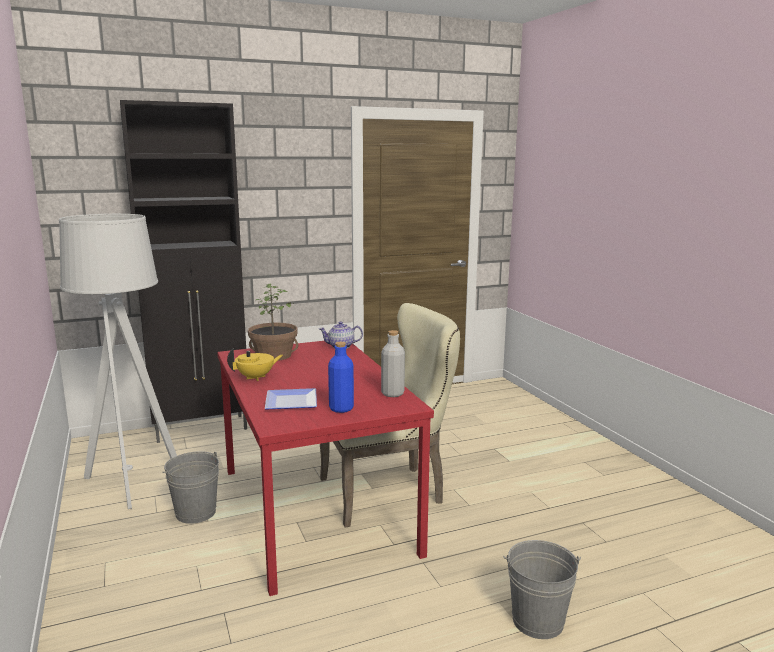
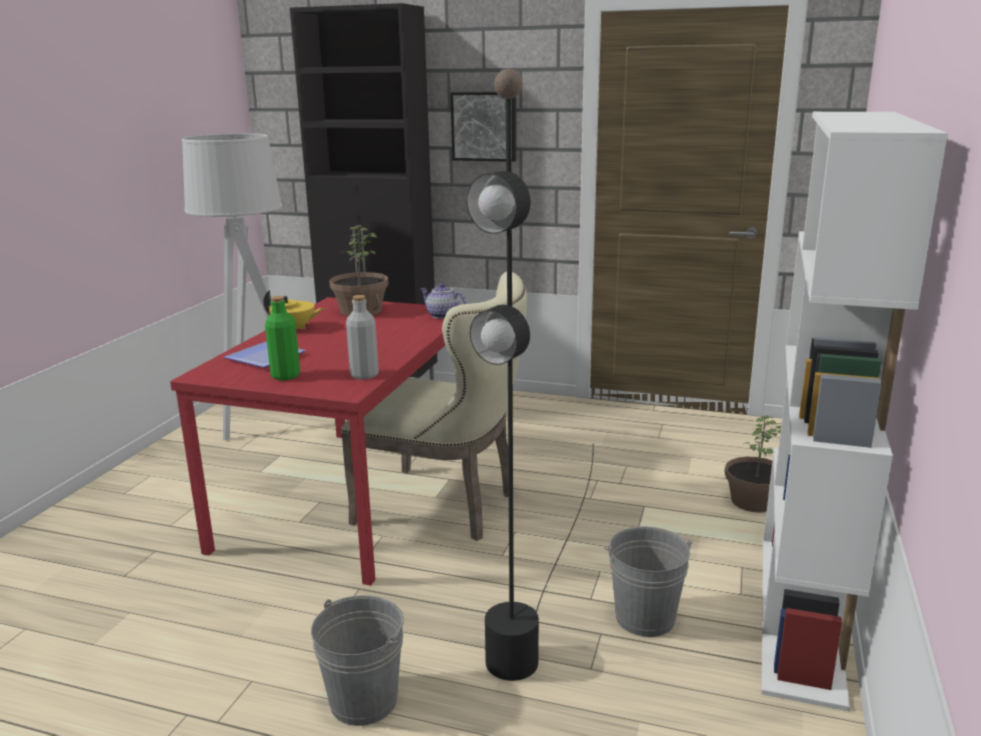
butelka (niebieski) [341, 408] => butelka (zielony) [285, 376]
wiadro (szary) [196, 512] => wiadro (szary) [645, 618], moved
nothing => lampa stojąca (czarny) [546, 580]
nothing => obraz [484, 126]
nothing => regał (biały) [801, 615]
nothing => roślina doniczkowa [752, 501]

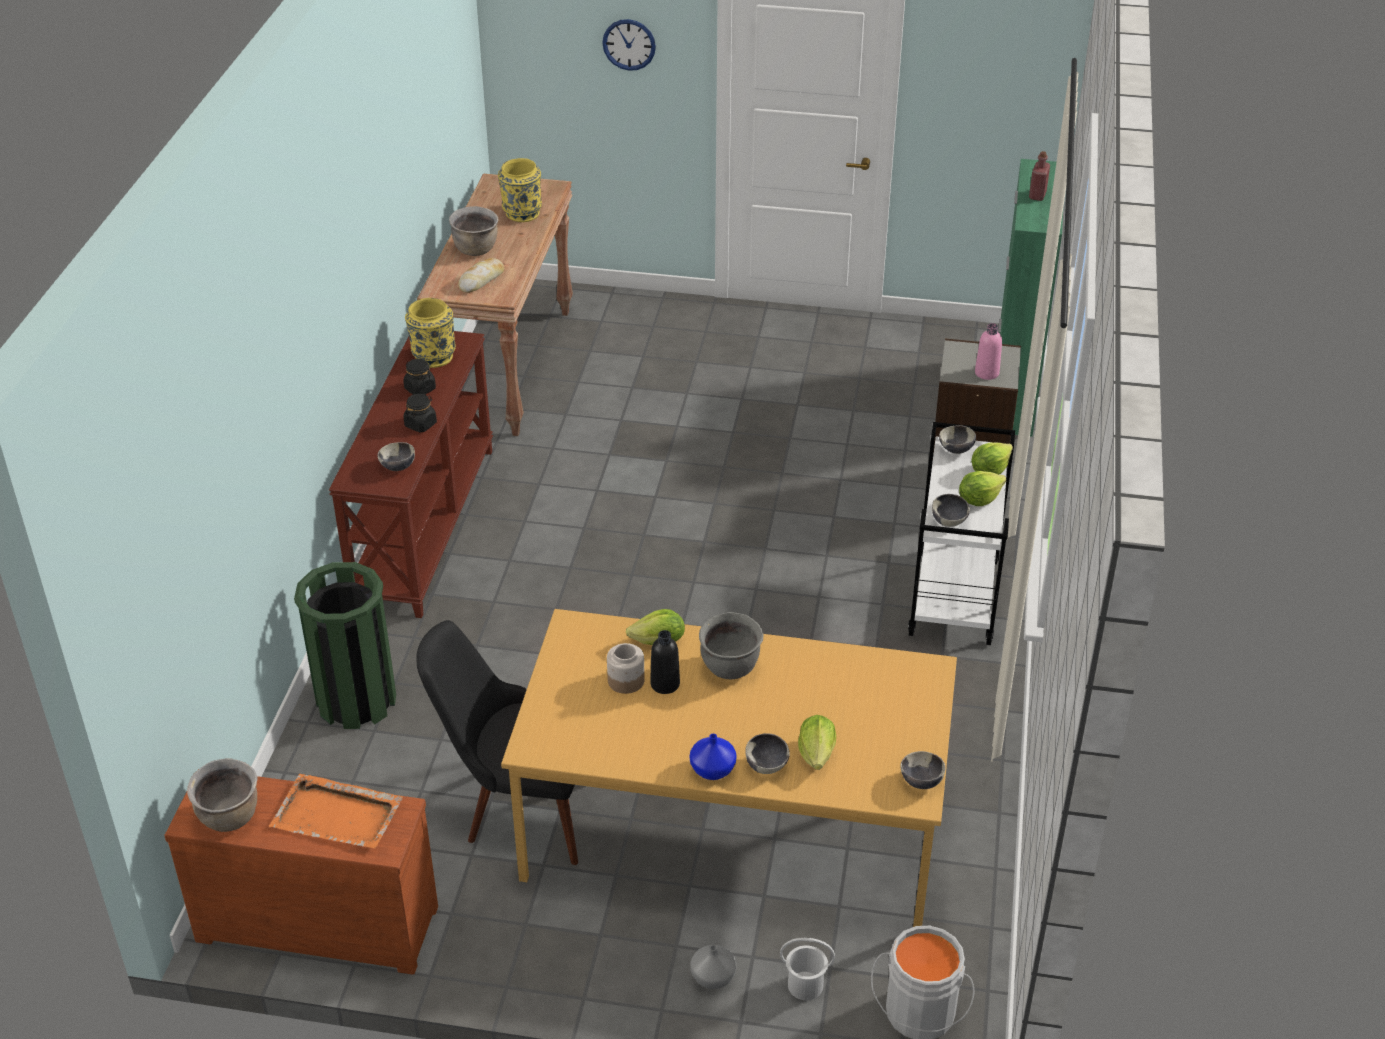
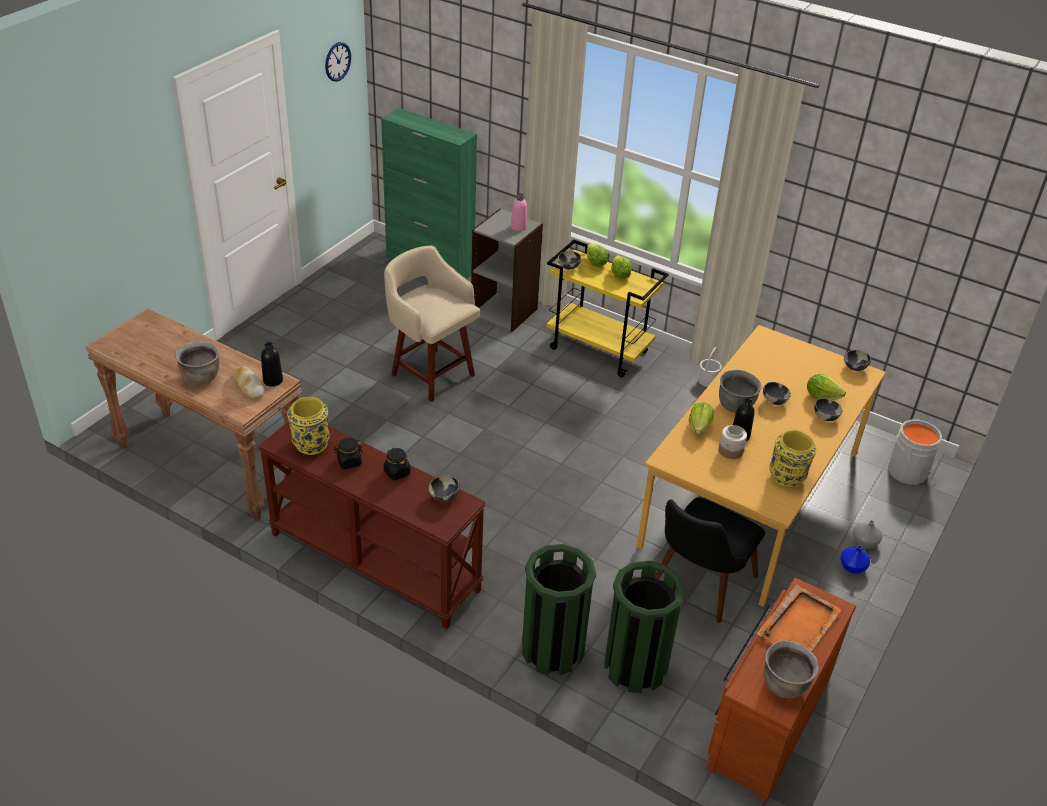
zegar ścienny [629, 44] => zegar ścienny [337, 61], moved
butelka (czerwony) [1037, 195] => nothing
wazon (żółty) [522, 214] => wazon (żółty) [787, 477], moved
wózek (biały) [955, 599] => wózek (żółty) [599, 350]
miska [949, 521] => miska [774, 401], moved
wazon (niebieski) [712, 770] => wazon (niebieski) [853, 567], moved
wiadro (biały) [805, 986] => wiadro (biały) [708, 381], moved
nothing => stołek (beżowy) [430, 373]
nothing => butelka (czarny) [273, 380]
nothing => kosz na śmieci (zielony) [635, 666]

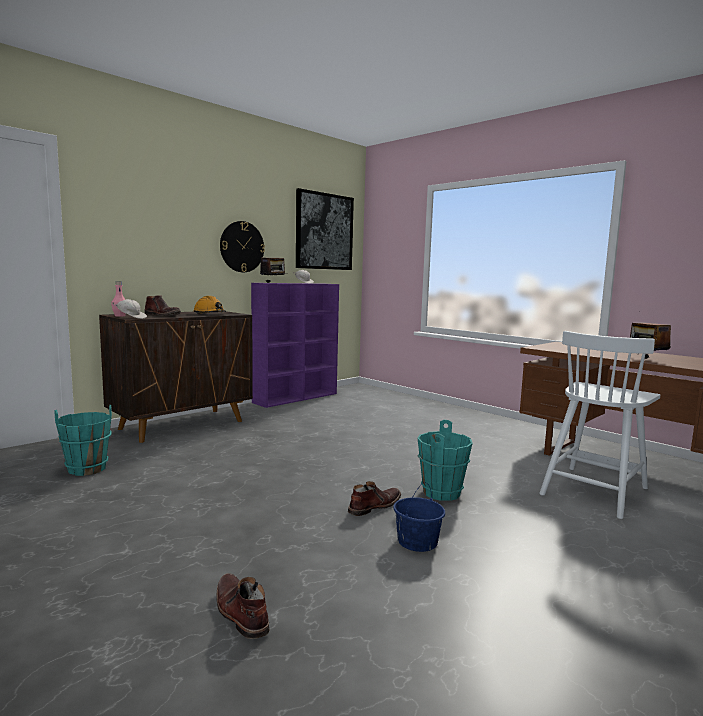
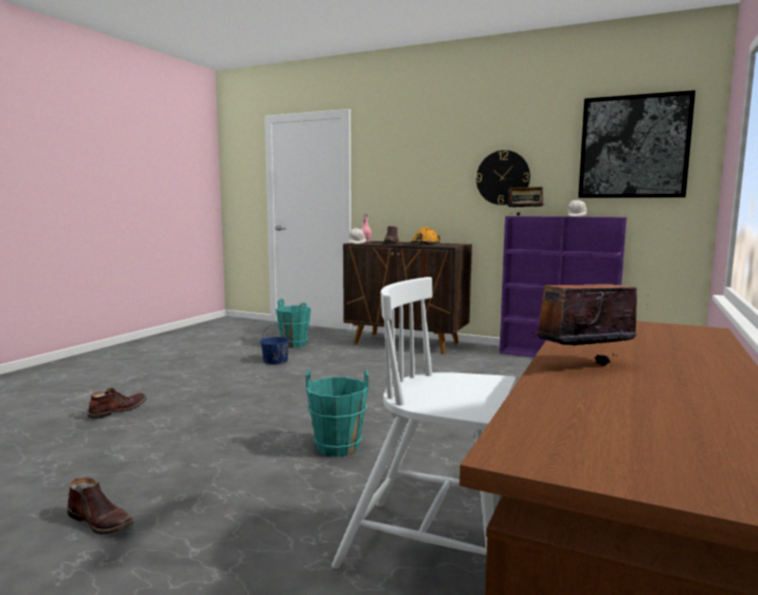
but z cholewką (brązowy) [374, 506] => but z cholewką (brązowy) [101, 521], moved
wiadro (niebieski) [417, 541] => wiadro (niebieski) [275, 361], moved

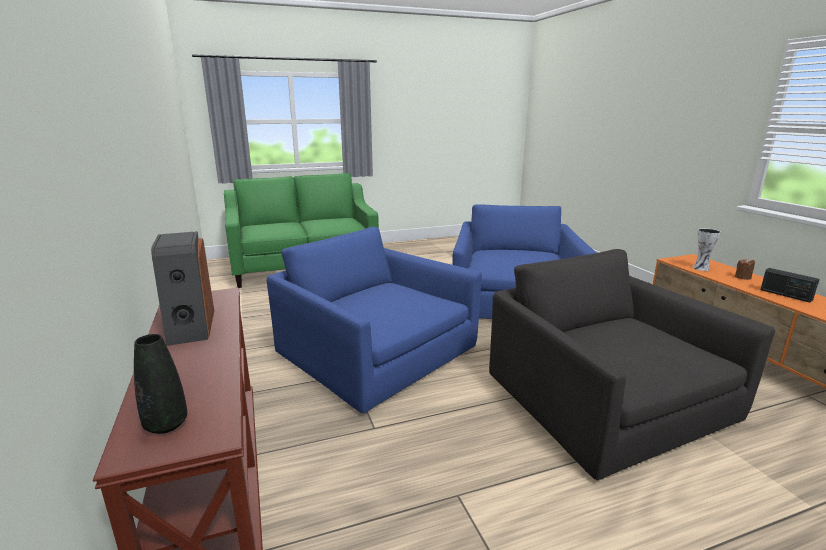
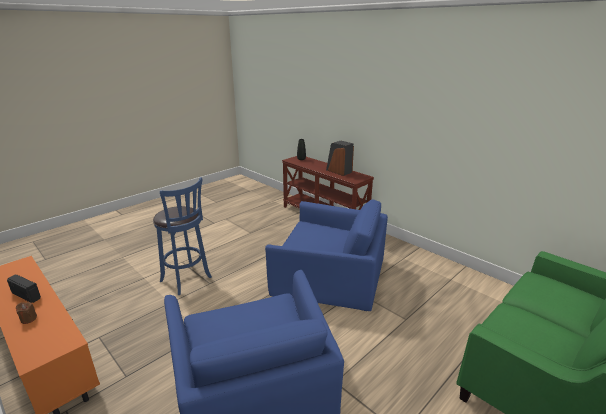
wazon [702, 268] => nothing
fotel (czarny) [604, 400] => stołek (niebieski) [187, 280]

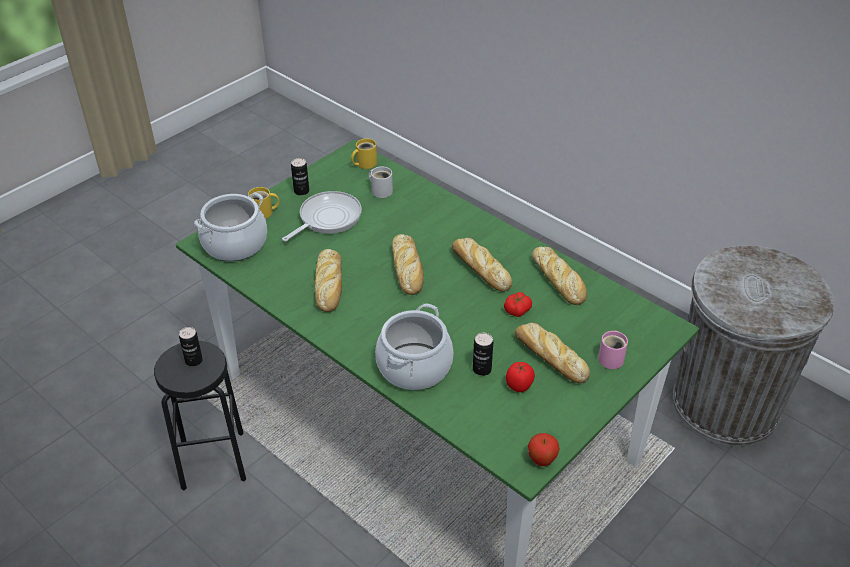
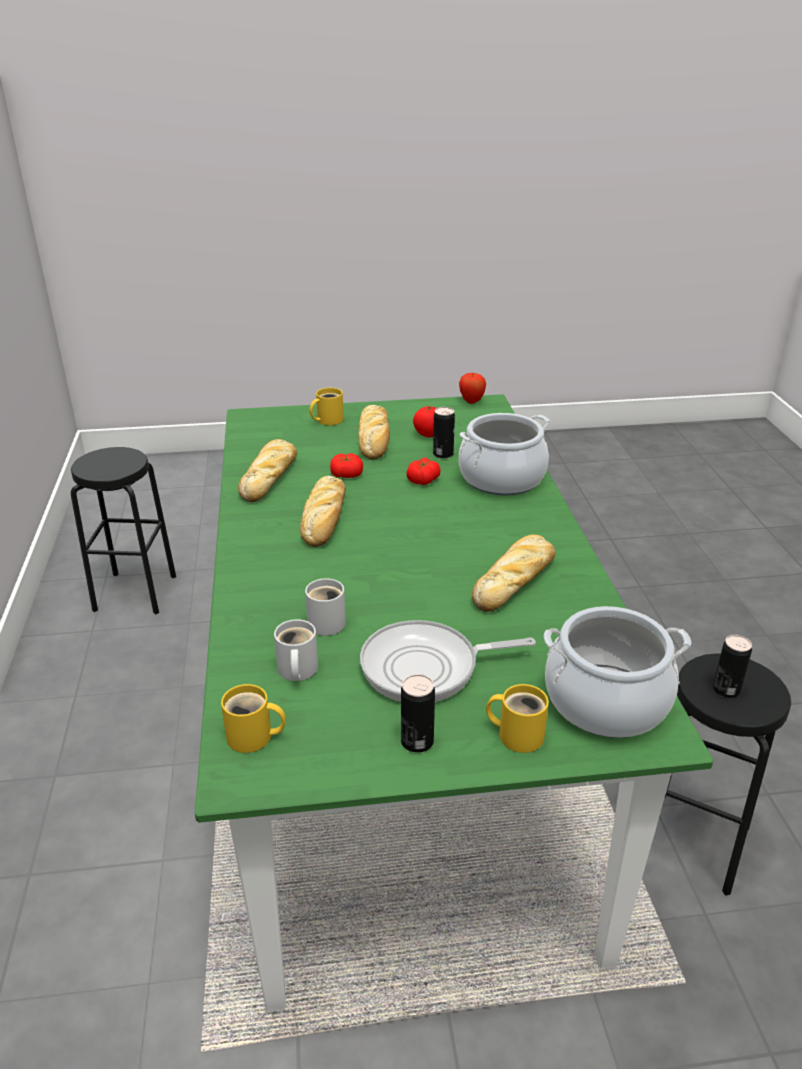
chleb [407, 269] => nothing
kosz na śmieci (szary) [725, 404] => stołek (czarny) [135, 593]
kubek (różowy) [612, 358] => kubek (żółty) [327, 420]
nothing => pomidor [423, 480]
nothing => kubek (biały) [325, 621]

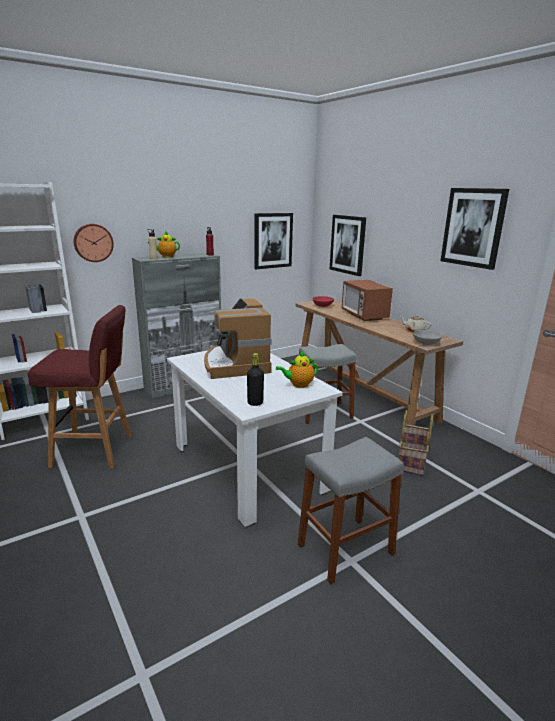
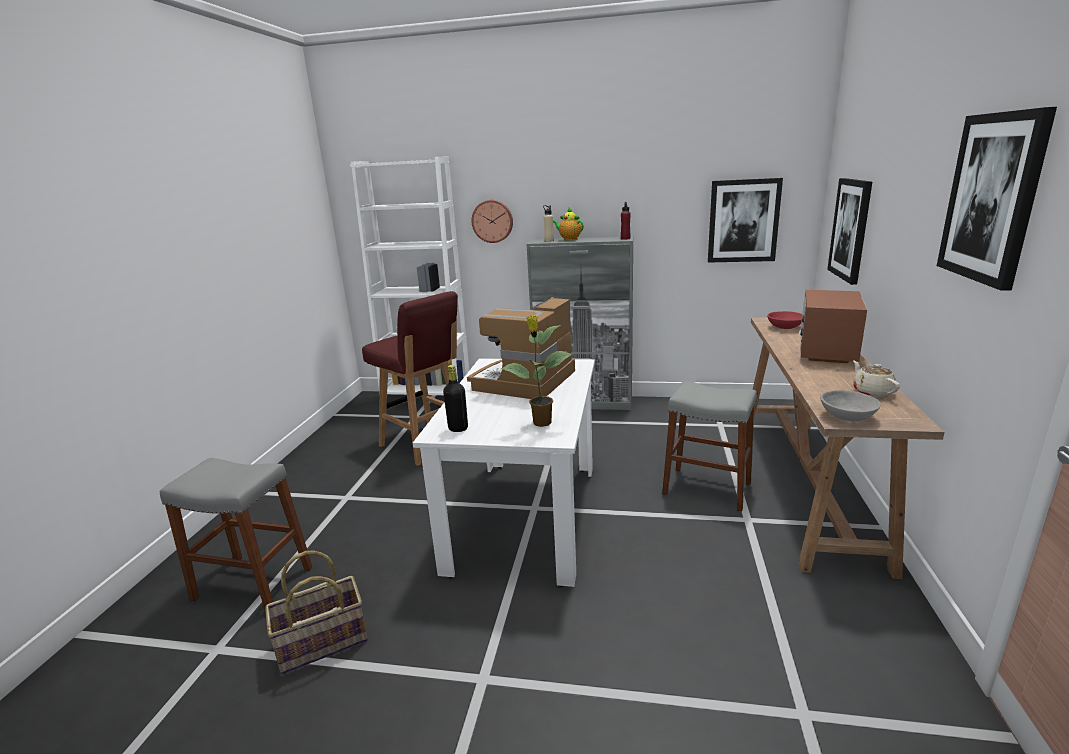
imbryk [298, 385] => roślina doniczkowa [541, 423]
koszyk [412, 461] => koszyk [322, 643], moved
stołek (szary) [345, 549] => stołek (szary) [253, 583], moved

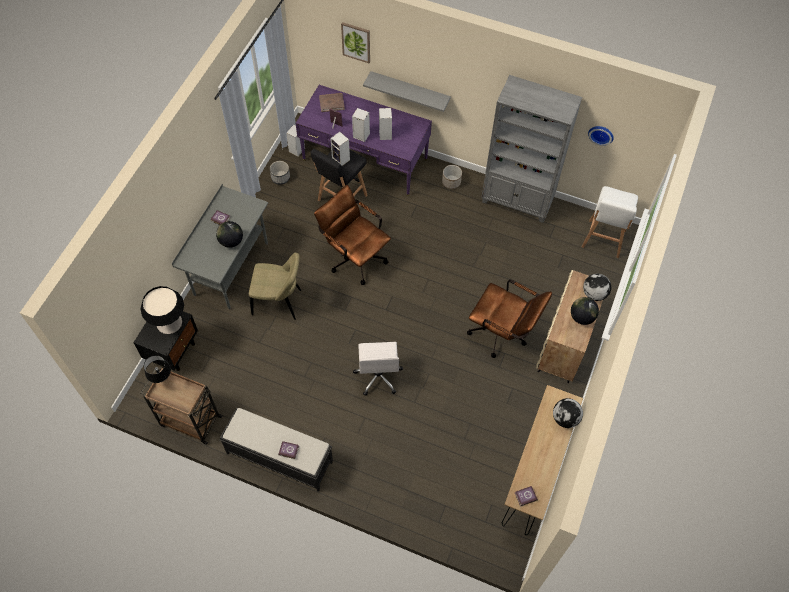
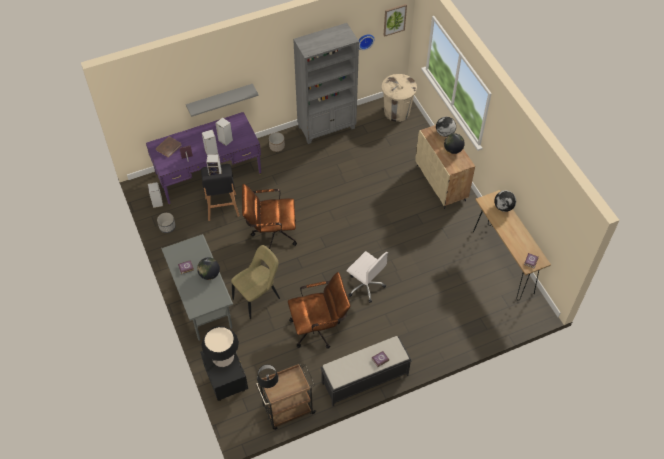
obraz [356, 42] => obraz [394, 19], moved
stołek (biały) [603, 240] => kosz na śmieci (beżowy) [397, 112]
krzesło biurowe (brązowy) [502, 334] => krzesło biurowe (brązowy) [319, 328], moved

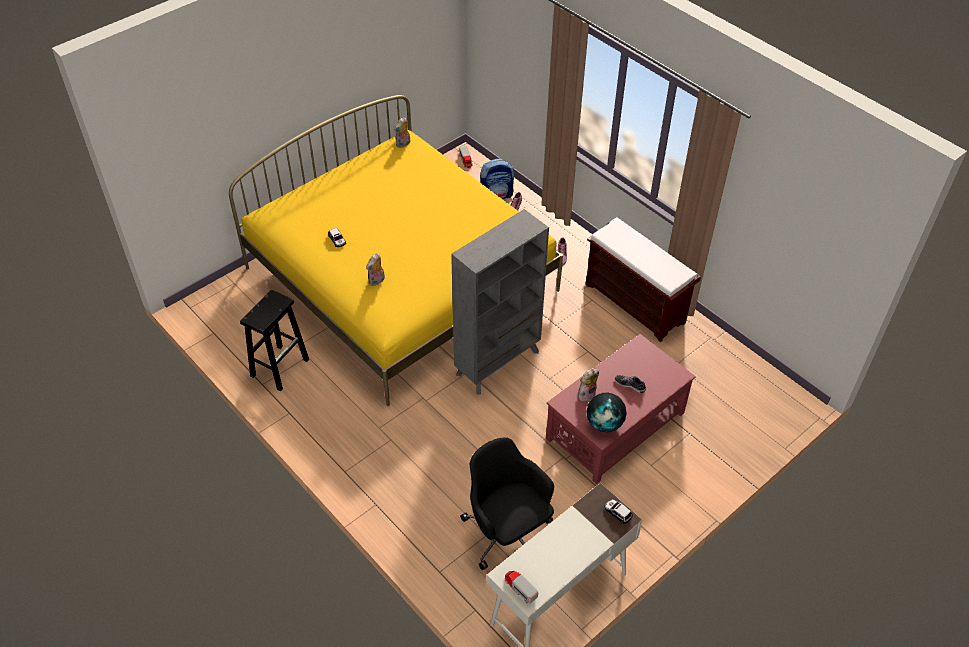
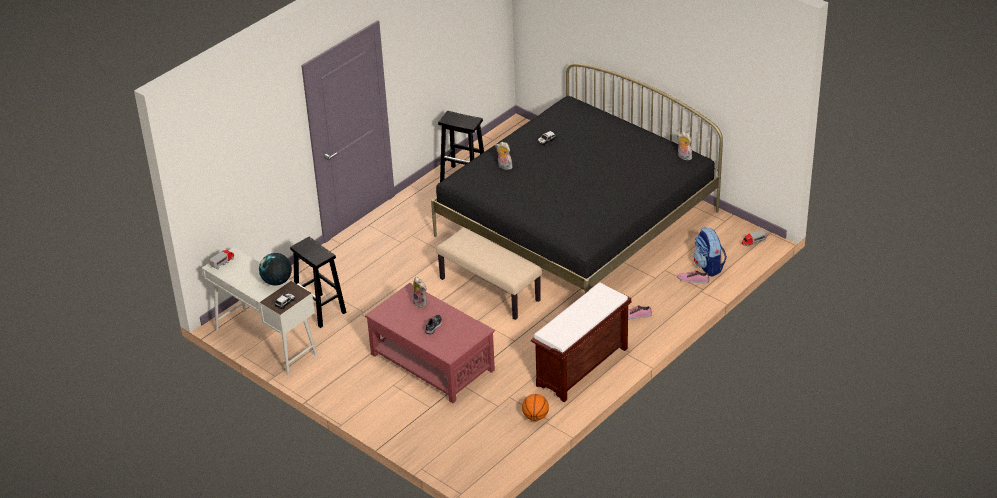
łóżko (żółty) [401, 279] => łóżko (czarny) [577, 224]
regał (szary) [498, 363] => ławka (beżowy) [490, 289]
globus [604, 424] => globus [277, 281], moved
krzesło biurowe (czarny) [507, 533] => stołek (czarny) [321, 311]
nothing => piłka do koszykówki [535, 417]

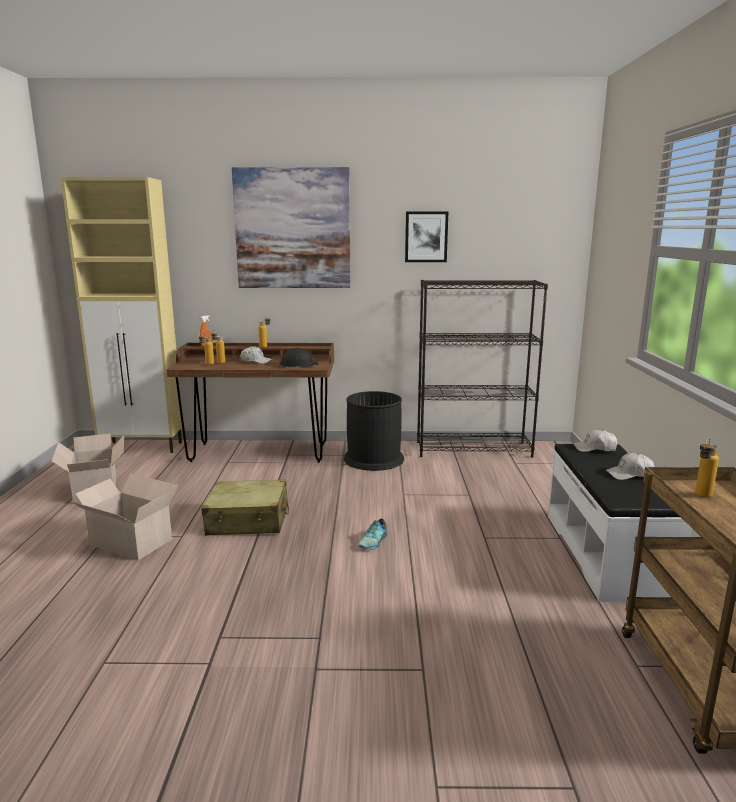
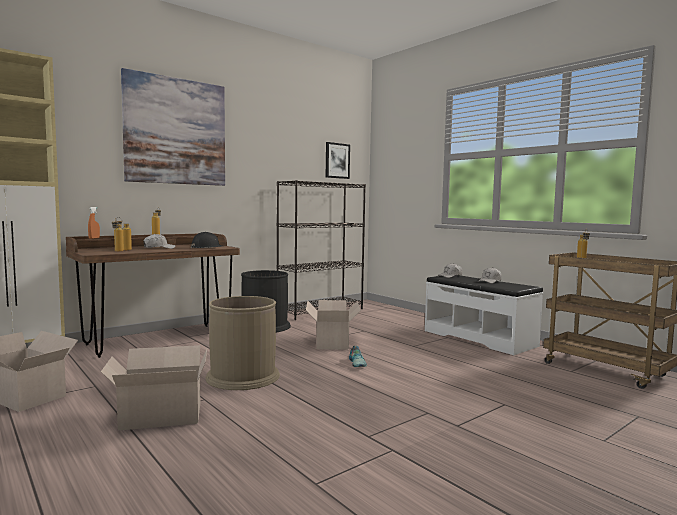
obraz [426, 237] => obraz [337, 160], moved
walizka (beżowy) [248, 520] => kosz na śmieci (brązowy) [243, 376]
nothing => karton [332, 342]

